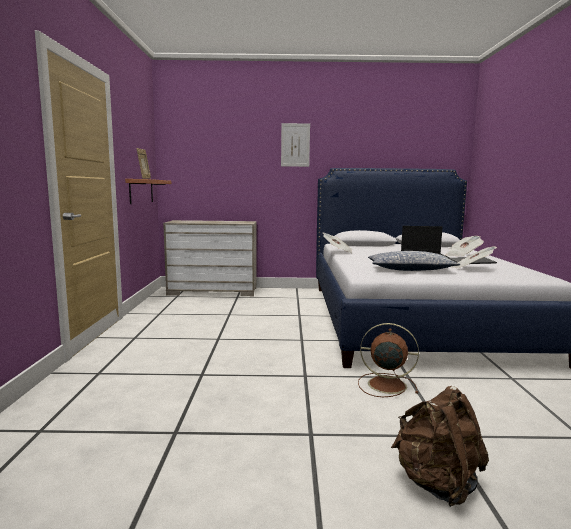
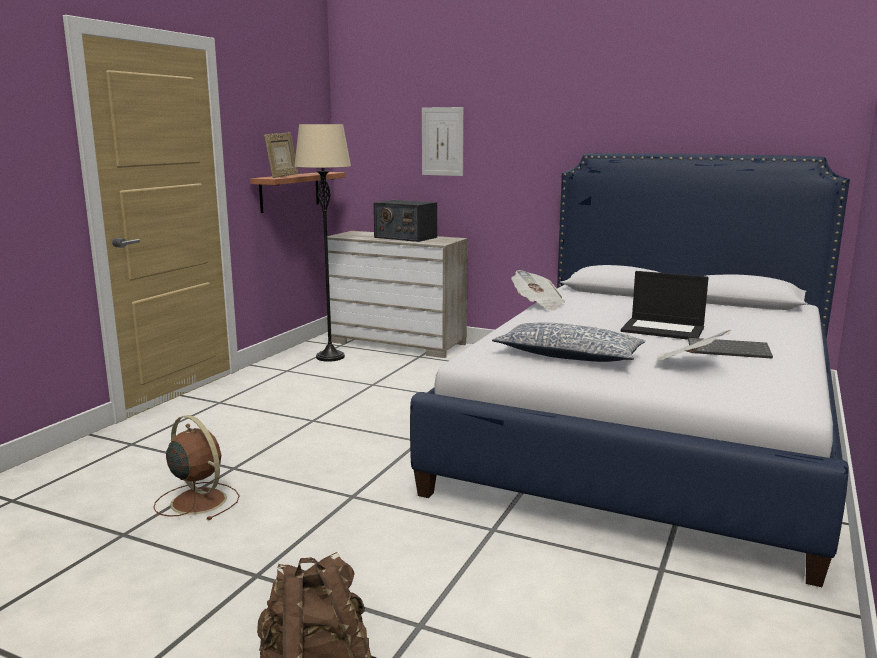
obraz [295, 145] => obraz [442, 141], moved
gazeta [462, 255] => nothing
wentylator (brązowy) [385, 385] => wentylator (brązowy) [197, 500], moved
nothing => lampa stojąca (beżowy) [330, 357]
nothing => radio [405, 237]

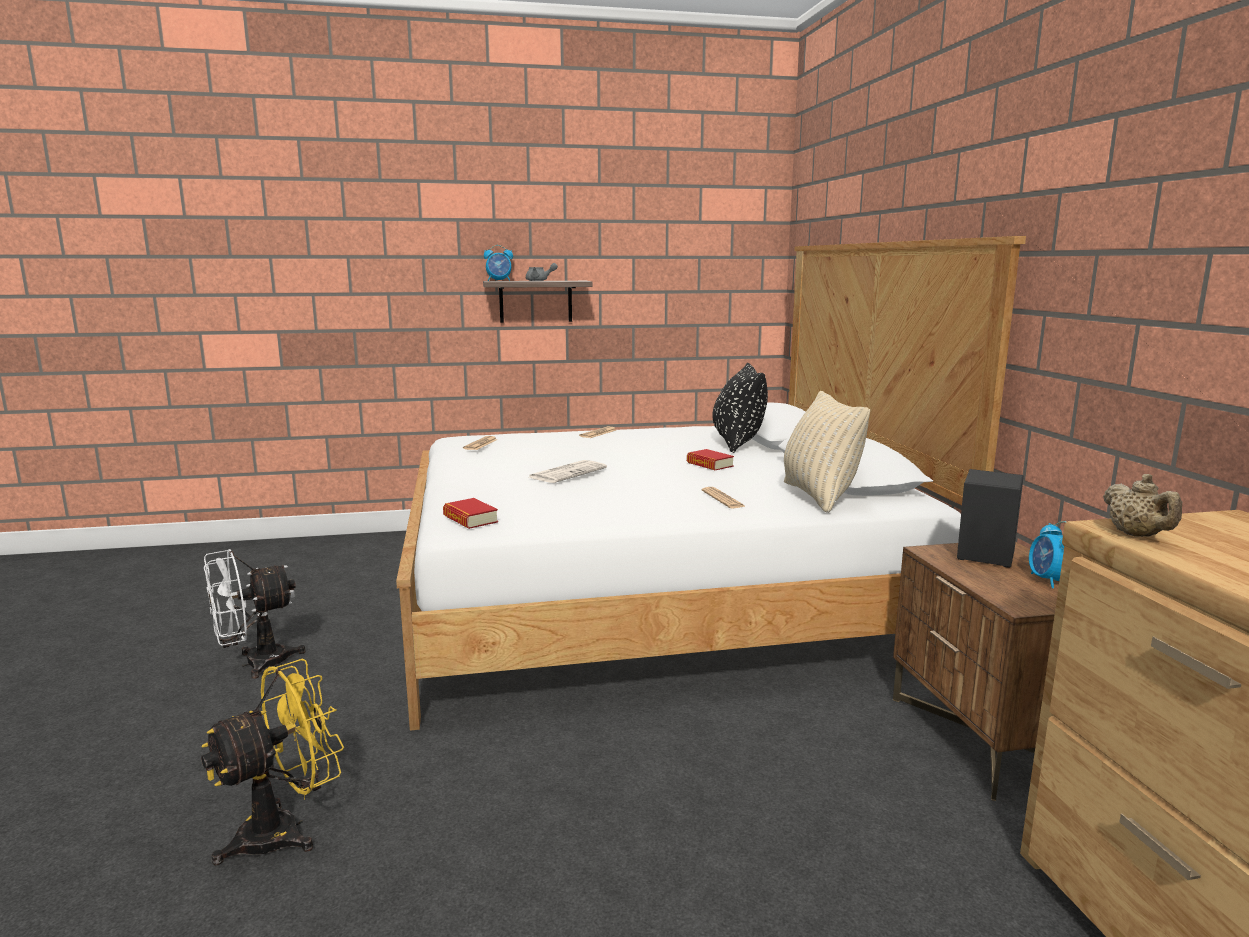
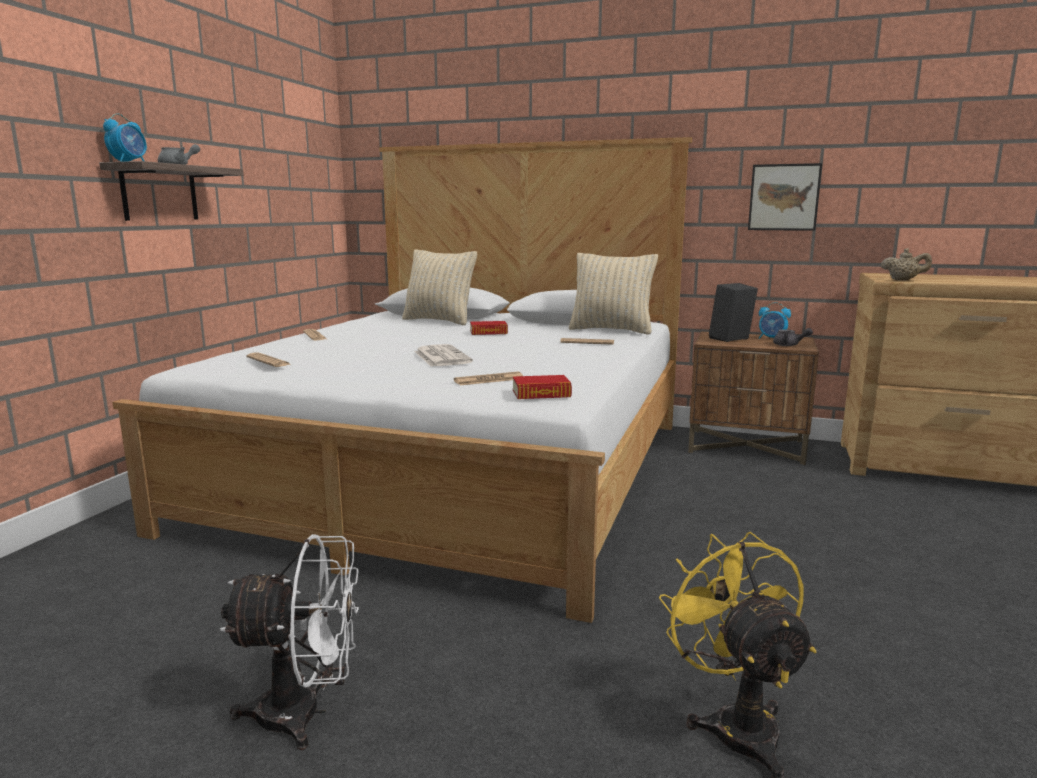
poduszka (czarny) [737, 443] => poduszka (beżowy) [439, 321]
wentylator (biały) [255, 664] => wentylator (biały) [306, 713], 90 degrees counterclockwise
nothing => obraz [784, 197]
nothing => imbryk (szary) [789, 345]
nothing => gazeta [489, 380]

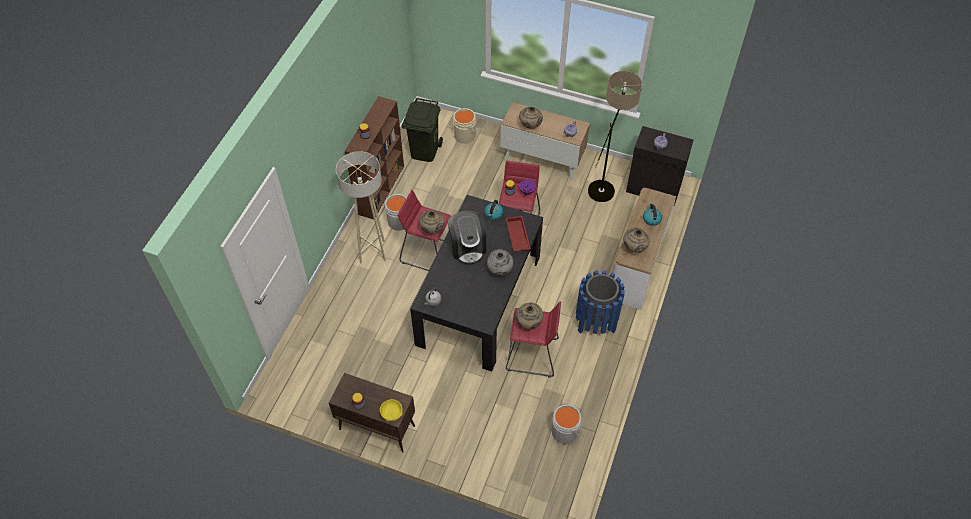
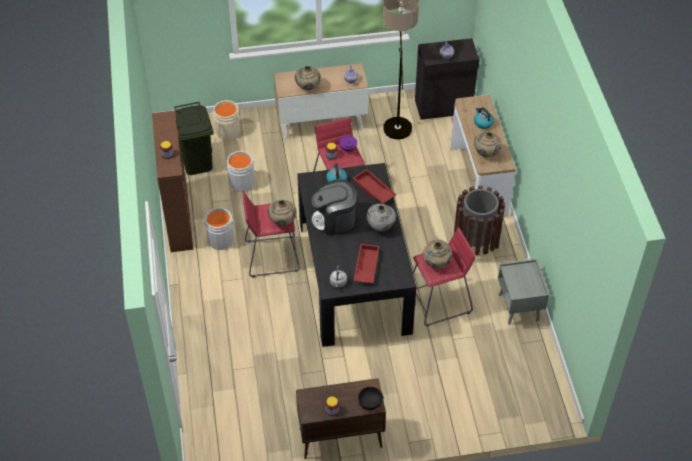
lampa stojąca (beżowy) [372, 251] => nothing
ekspres do kawy [468, 247] => ekspres do kawy [334, 220], 120 degrees clockwise
kosz na śmieci (niebieski) [595, 322] => kosz na śmieci (brązowy) [475, 246]
miska (żółty) [391, 413] => miska (czarny) [370, 403]
wiadro (szary) [566, 431] => wiadro (szary) [243, 182], moved
nothing => taca (czerwony) [366, 266]
nothing => szafka nocna (szary) [519, 307]

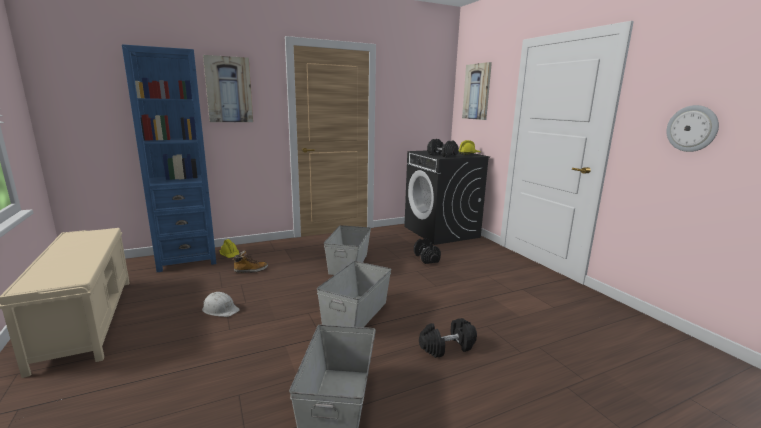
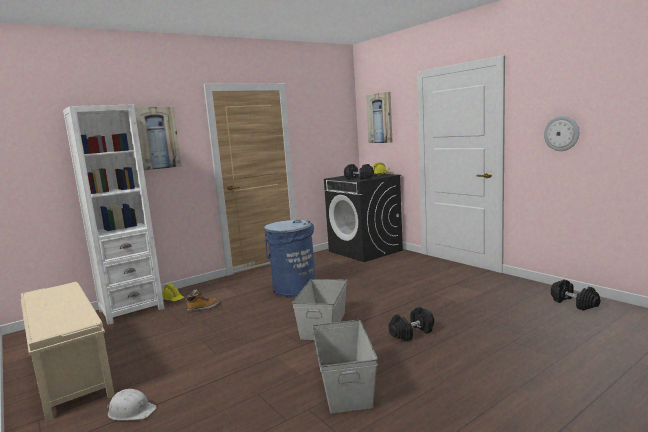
regał (niebieski) [187, 259] => regał (biały) [131, 309]
pojemnik do przechowywania (szary) [349, 263] => kosz na śmieci (niebieski) [294, 288]
hantel (czarny) [426, 258] => hantel (czarny) [574, 303], moved
kask (biały) [220, 309] => kask (biały) [131, 411], moved

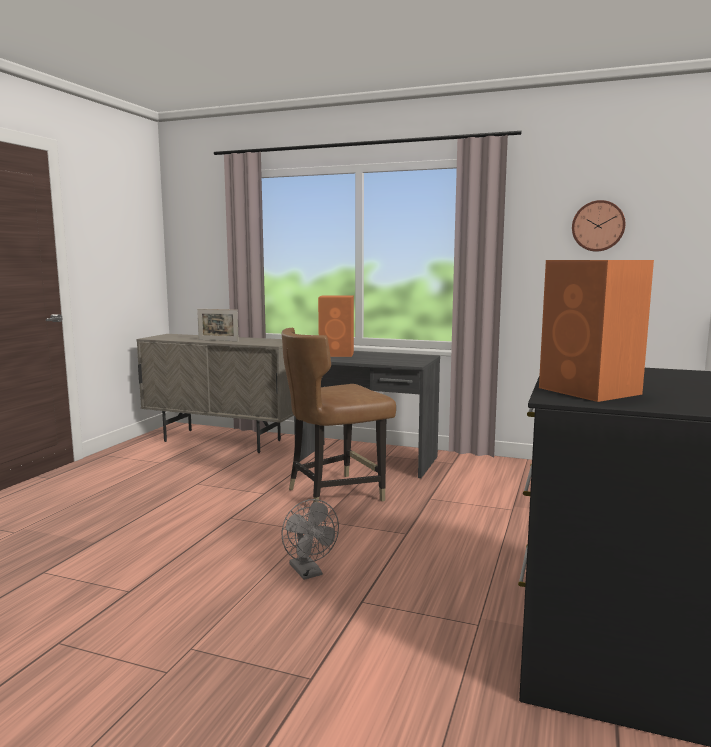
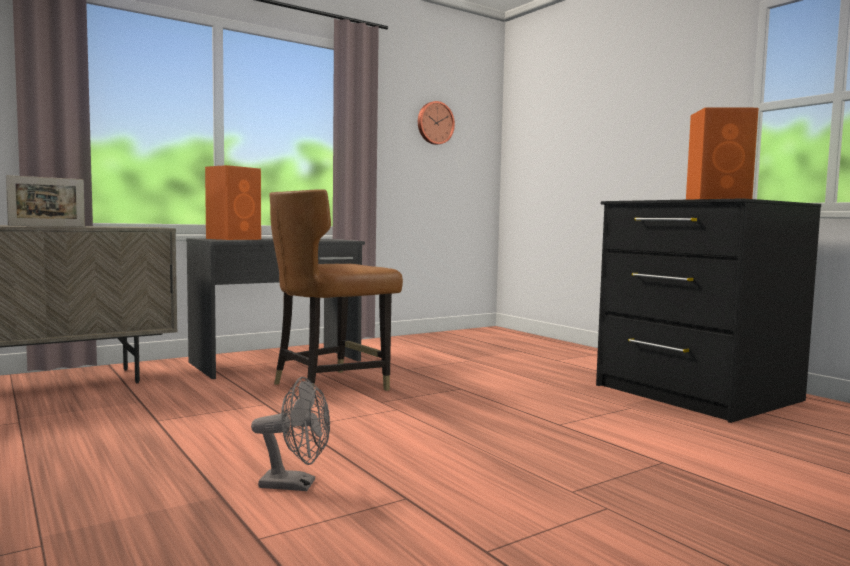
krzesło (brązowy) [334, 493] => krzesło (brązowy) [329, 385], 45 degrees clockwise
wentylator (szary) [309, 572] => wentylator (szary) [296, 485], moved

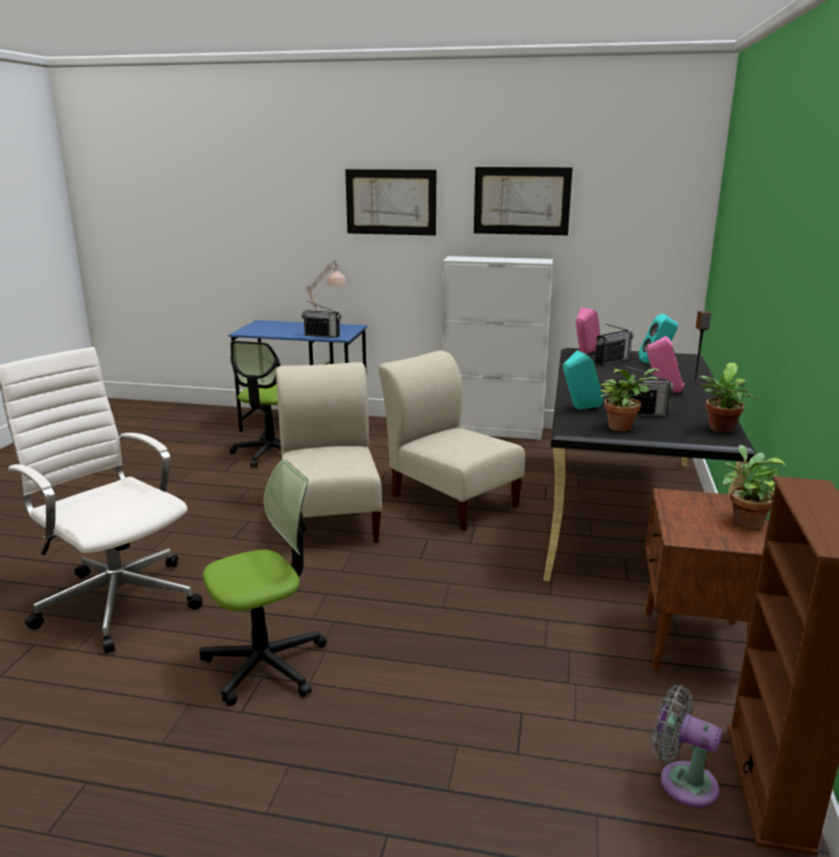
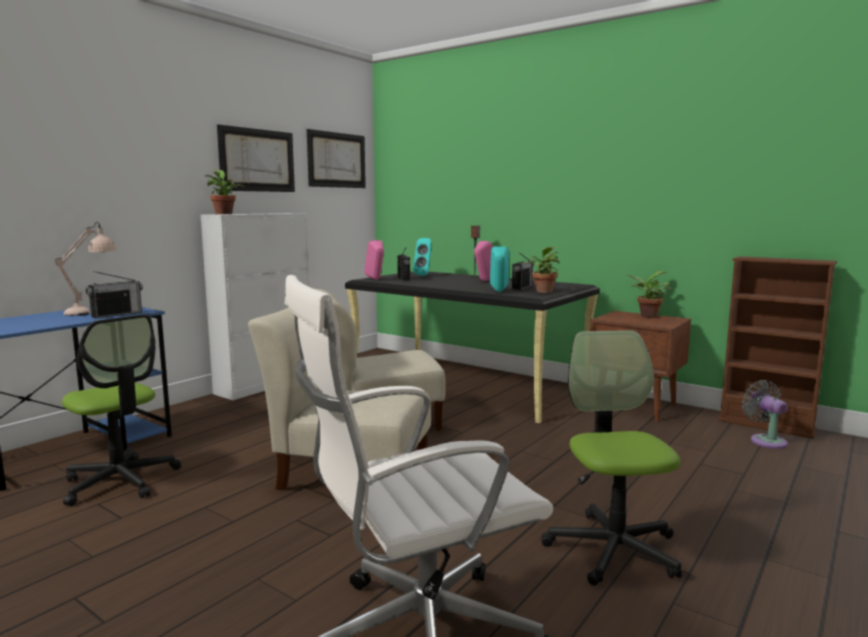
obraz [391, 202] => obraz [337, 160], moved
roślina doniczkowa [720, 430] => roślina doniczkowa [224, 214], moved
wentylator (szary) [682, 781] => wentylator (szary) [765, 440], 105 degrees clockwise

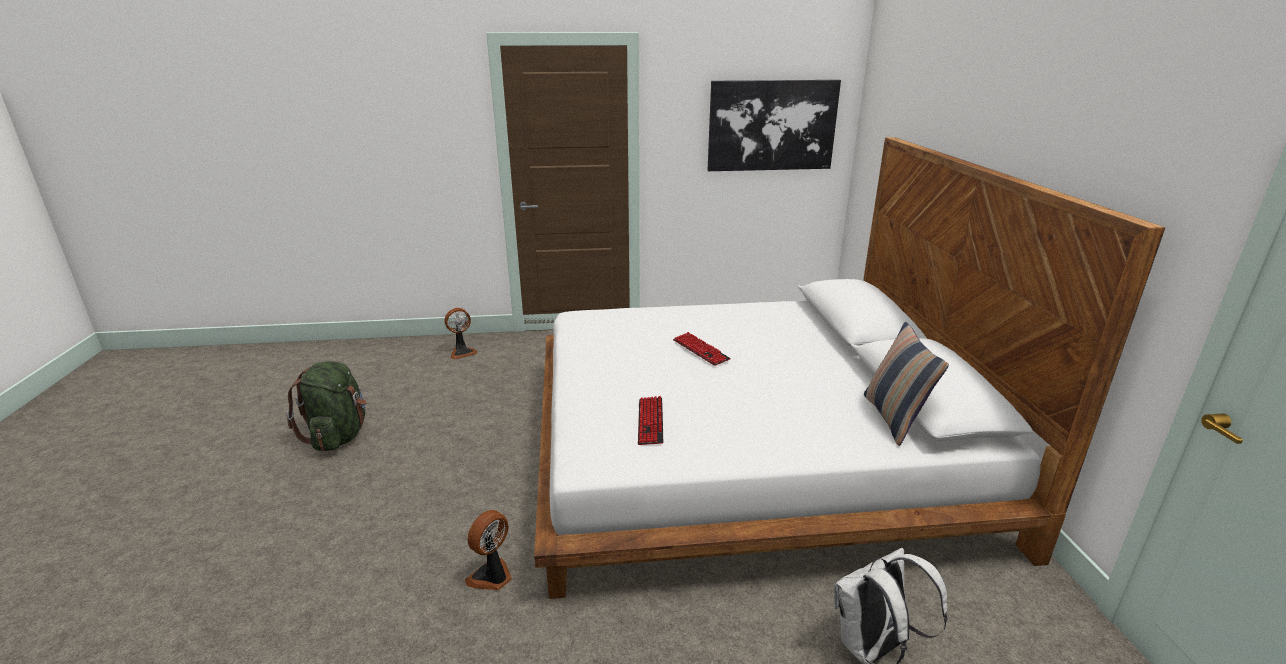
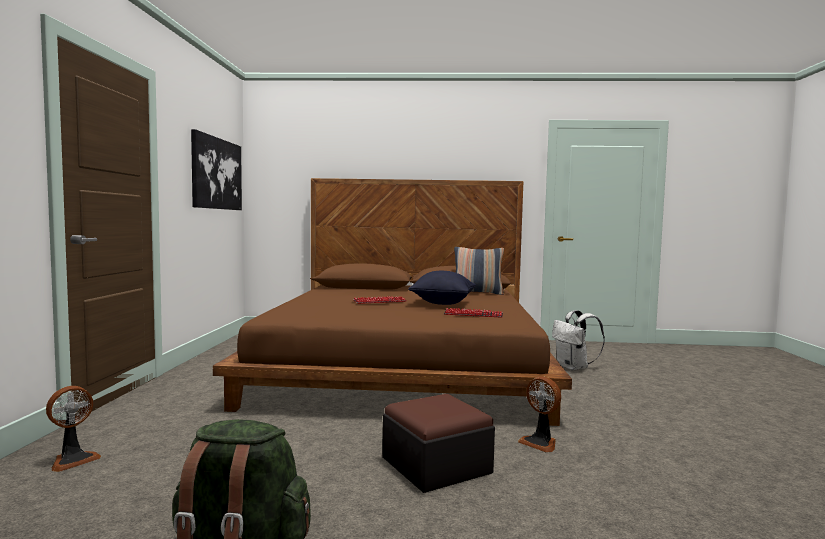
łóżko (biały) [744, 447] => łóżko (brązowy) [404, 367]
wentylator [462, 352] => wentylator [73, 460], 60 degrees clockwise
nothing => poduszka (czarny) [443, 303]
nothing => pufa [436, 465]

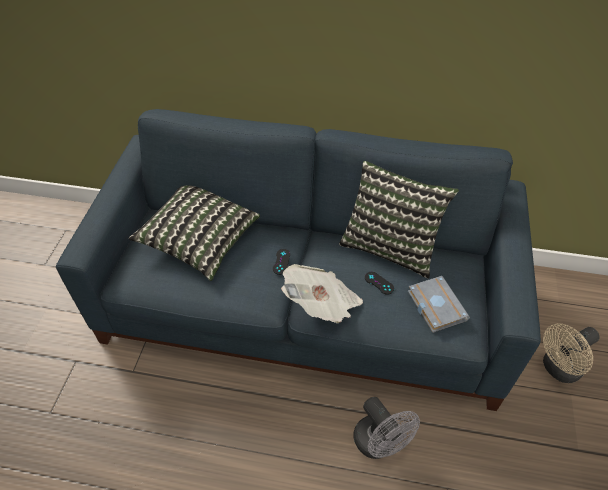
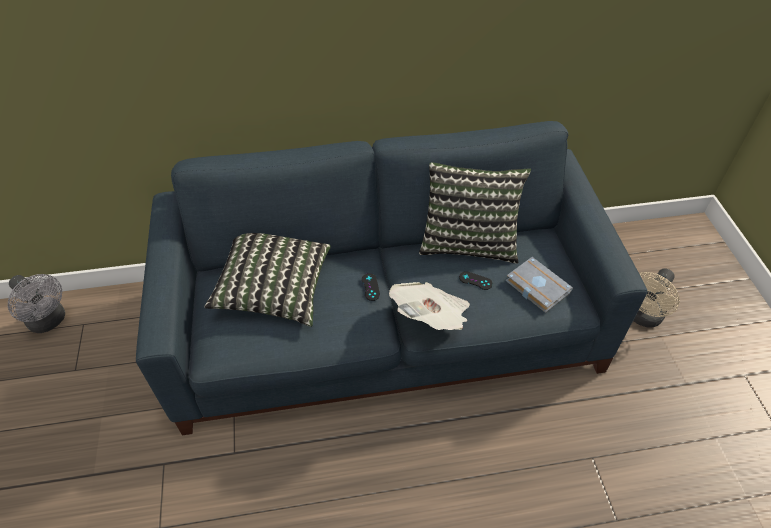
wentylator (szary) [379, 444] => wentylator (szary) [50, 321], moved

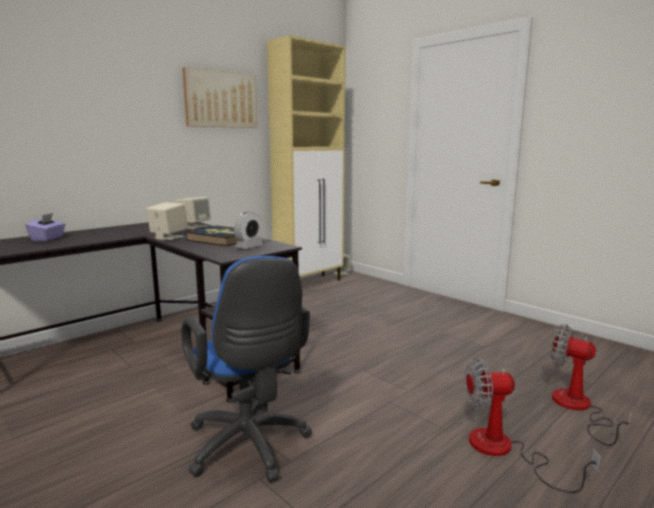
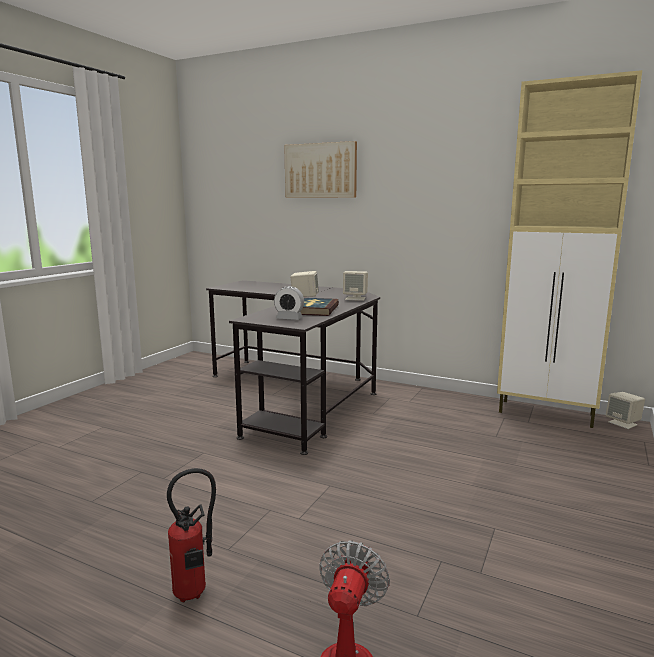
obraz [221, 99] => obraz [320, 170], moved
pudełko chusteczek (fioletowy) [48, 239] => nothing
krzesło biurowe (niebieski) [250, 447] => nothing
wentylator [504, 451] => gaśnica [195, 594]

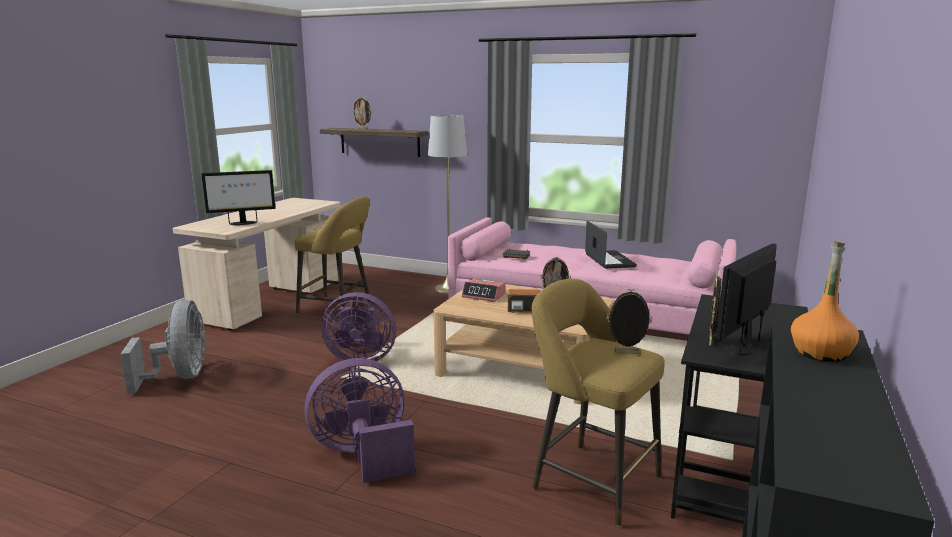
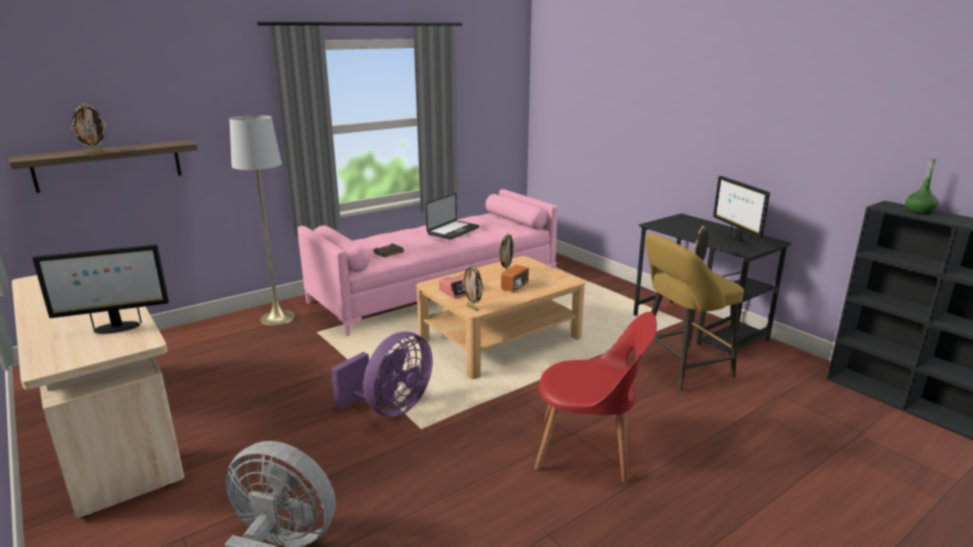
monitor [242, 223] => monitor [116, 328], 60 degrees clockwise
stołek (żółty) [338, 308] => nothing
laptop [609, 260] => laptop [453, 231], 105 degrees clockwise
butelka (pomarańczowy) [821, 353] => butelka (zielony) [919, 212]
ramka na zdjęcie [711, 341] => ramka na zdjęcie [473, 308], moved
wentylator (fioletowy) [363, 455] => krzesło (czerwony) [588, 450]

